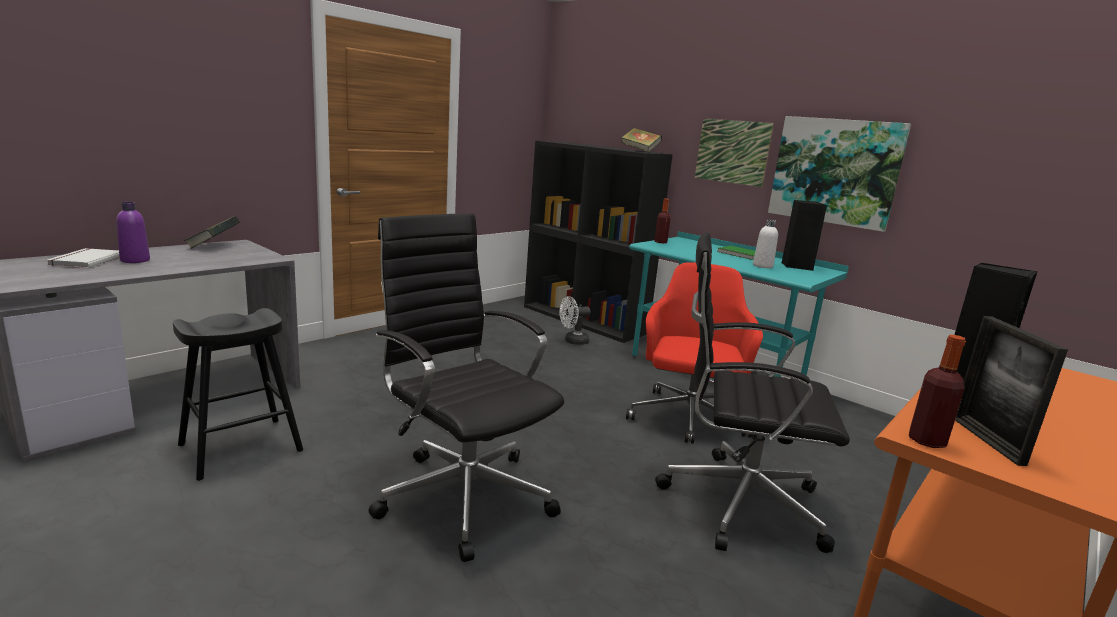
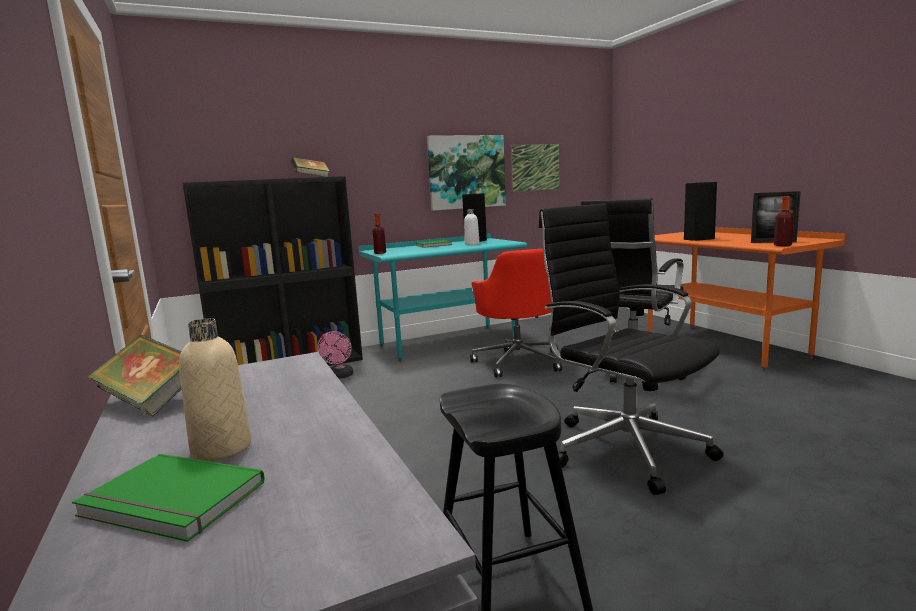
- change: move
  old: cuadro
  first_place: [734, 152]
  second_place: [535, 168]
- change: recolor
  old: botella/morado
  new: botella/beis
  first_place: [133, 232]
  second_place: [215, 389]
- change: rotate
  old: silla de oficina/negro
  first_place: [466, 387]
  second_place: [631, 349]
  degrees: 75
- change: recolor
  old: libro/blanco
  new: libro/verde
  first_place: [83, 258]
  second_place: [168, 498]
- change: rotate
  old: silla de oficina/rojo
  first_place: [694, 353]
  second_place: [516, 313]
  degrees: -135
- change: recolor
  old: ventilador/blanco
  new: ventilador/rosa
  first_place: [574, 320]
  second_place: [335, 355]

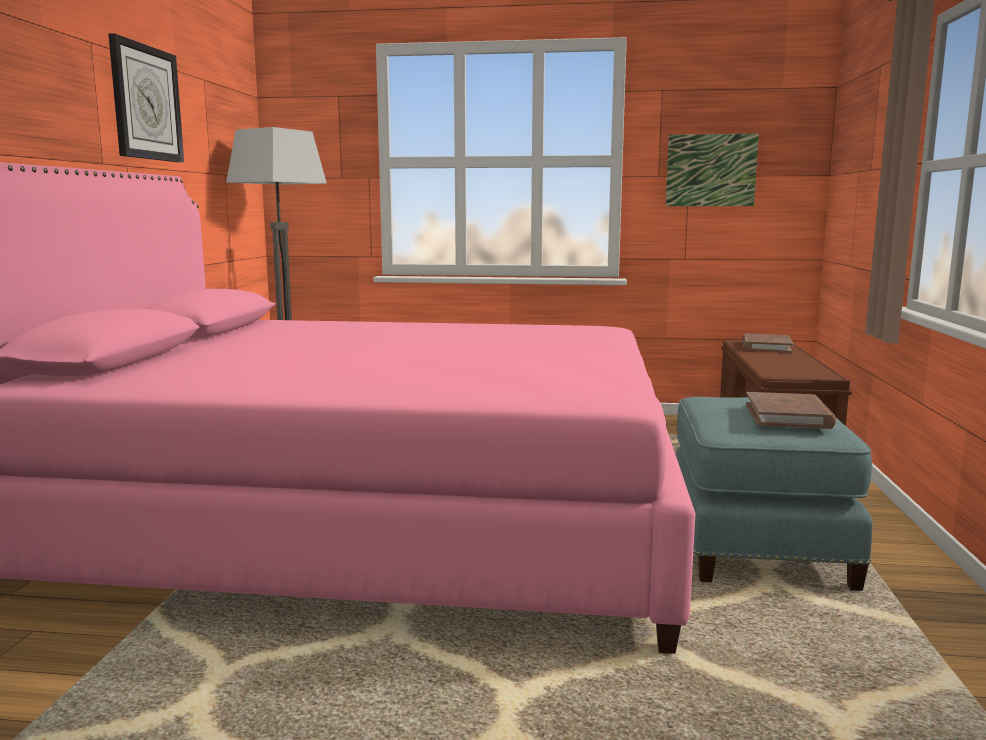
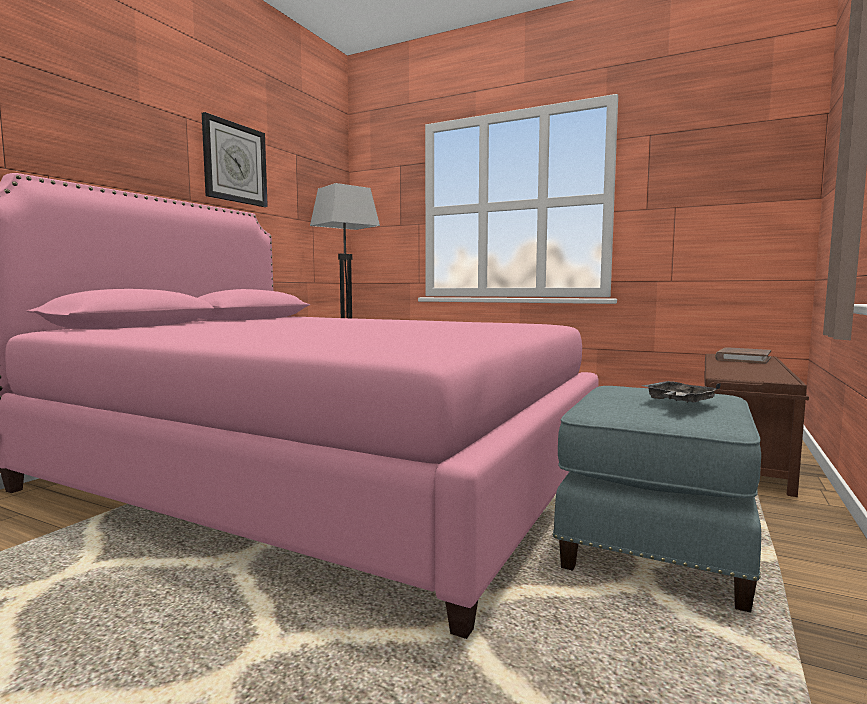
- change: delete
  old: cuadro
  first_place: [712, 170]
- change: replace
  old: libro/marrón
  new: bandeja/gris
  first_place: [791, 410]
  second_place: [681, 392]

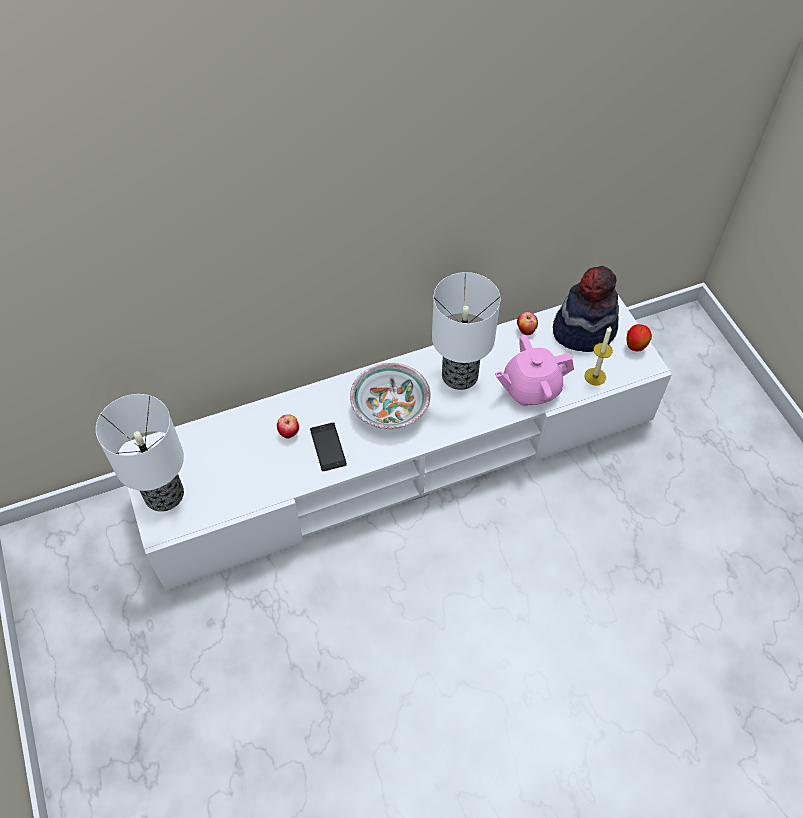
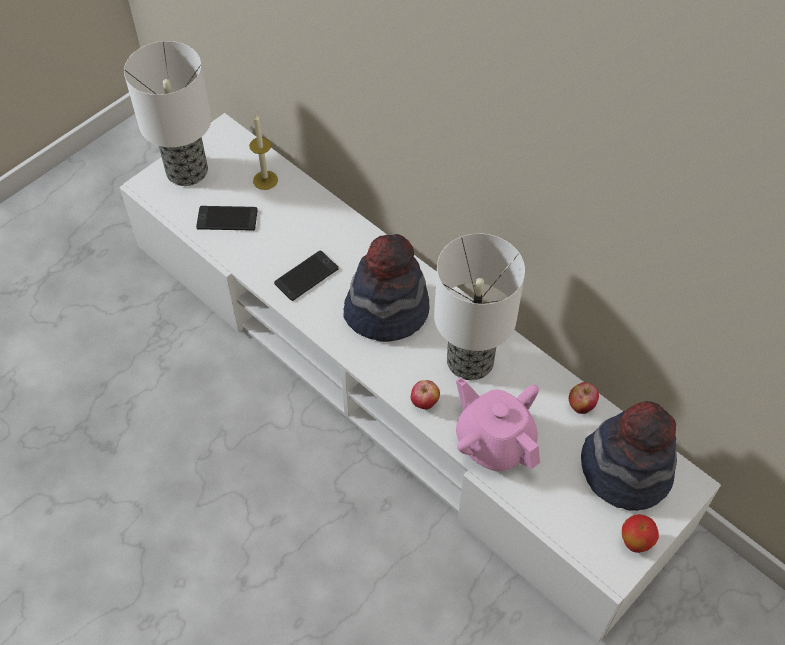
- change: move
  old: vela
  first_place: [598, 356]
  second_place: [263, 152]
- change: replace
  old: cuenco
  new: sombrero
  first_place: [390, 396]
  second_place: [386, 288]
- change: move
  old: manzana
  first_place: [288, 426]
  second_place: [425, 394]
- change: insert
  new: móvil
  second_place: [226, 218]

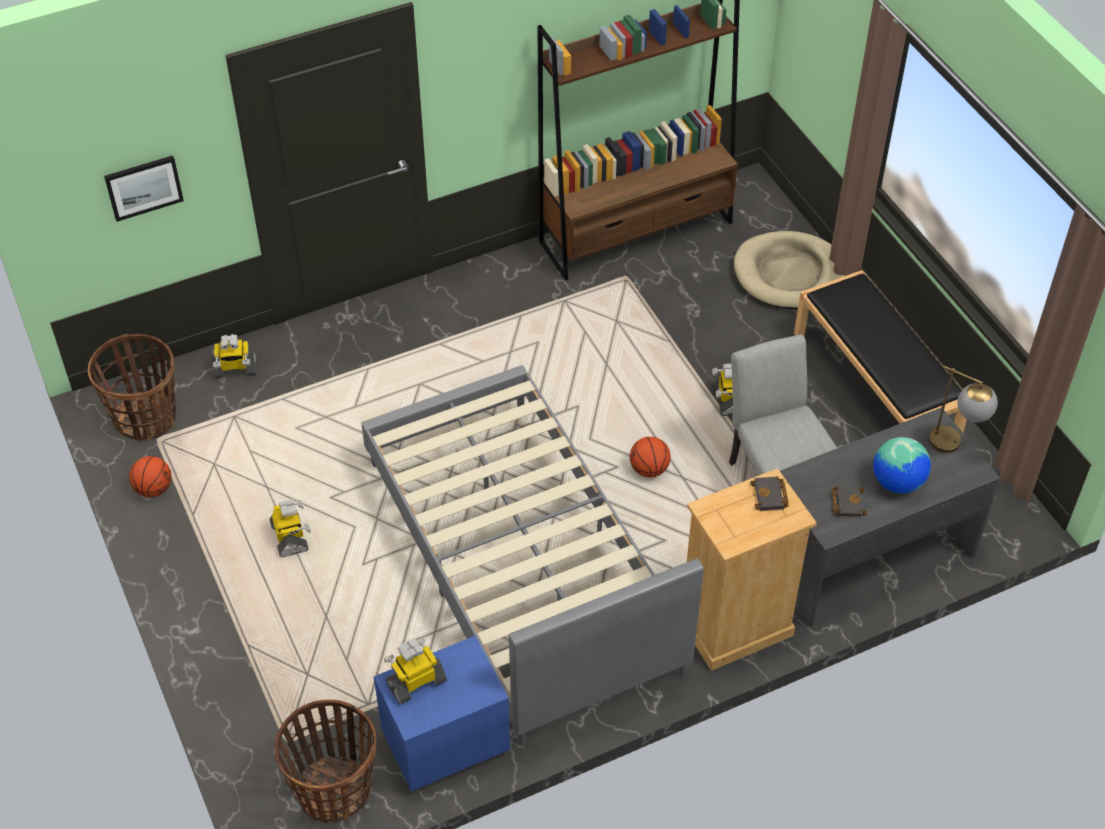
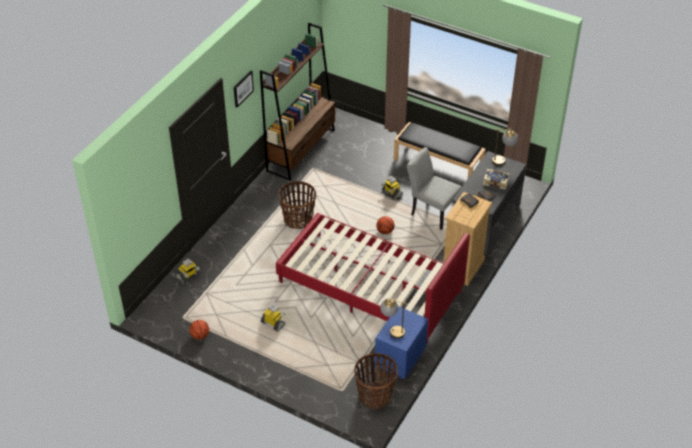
- change: move
  old: cuadro
  first_place: [144, 188]
  second_place: [244, 88]
- change: delete
  old: cama para perro/beis
  first_place: [789, 270]
- change: move
  old: cesta
  first_place: [132, 387]
  second_place: [297, 205]
- change: recolor
  old: cama/gris
  new: cama/rojo
  first_place: [532, 555]
  second_place: [373, 279]
- change: replace
  old: globo terráqueo
  new: libro
  first_place: [902, 465]
  second_place: [496, 179]
- change: replace
  old: robot de juguete
  new: lámpara de mesa
  first_place: [415, 671]
  second_place: [394, 318]

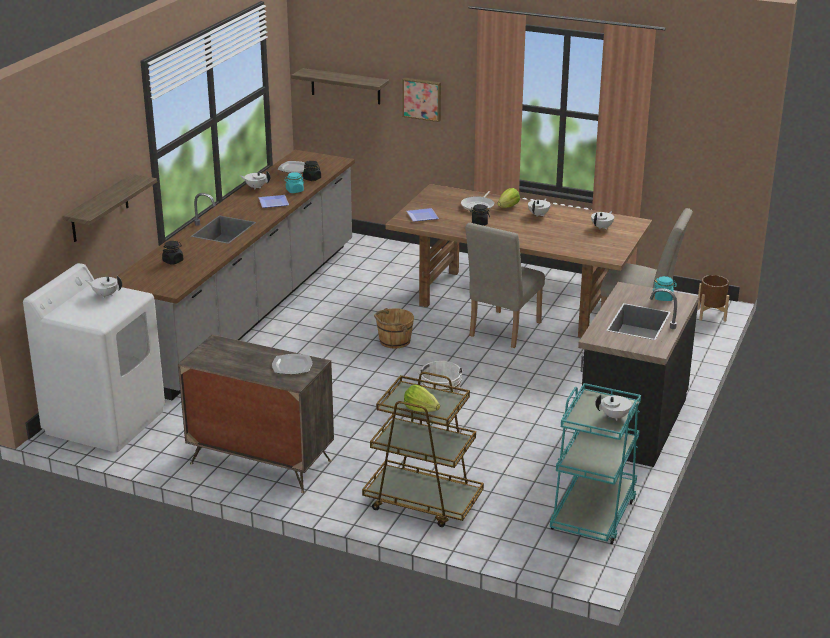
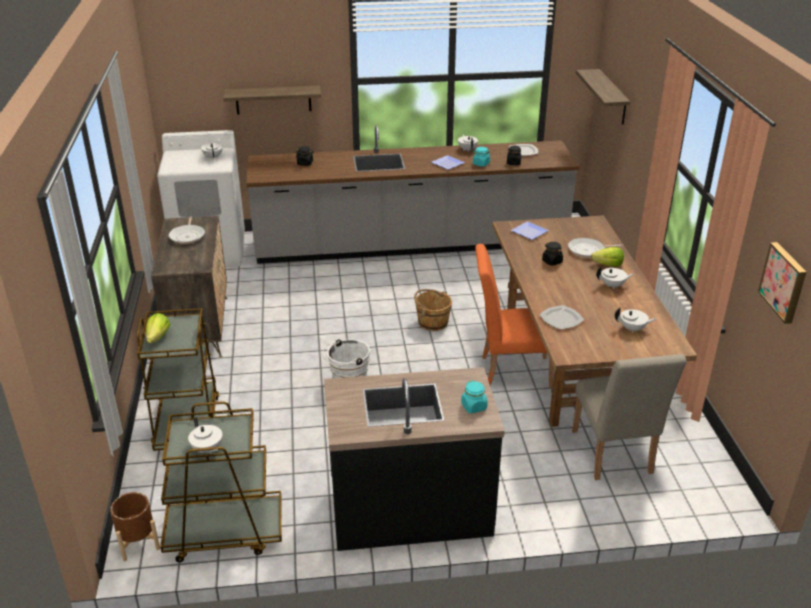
- change: move
  old: cuadro
  first_place: [421, 100]
  second_place: [782, 283]
- change: recolor
  old: silla/beis
  new: silla/naranja
  first_place: [505, 285]
  second_place: [514, 316]
- change: move
  old: maceta/marrón
  first_place: [713, 298]
  second_place: [135, 526]
- change: move
  old: plato
  first_place: [292, 364]
  second_place: [561, 317]
- change: recolor
  old: carrito/turquesa
  new: carrito/marrón
  first_place: [595, 463]
  second_place: [221, 481]
- change: insert
  new: sartén
  second_place: [187, 230]

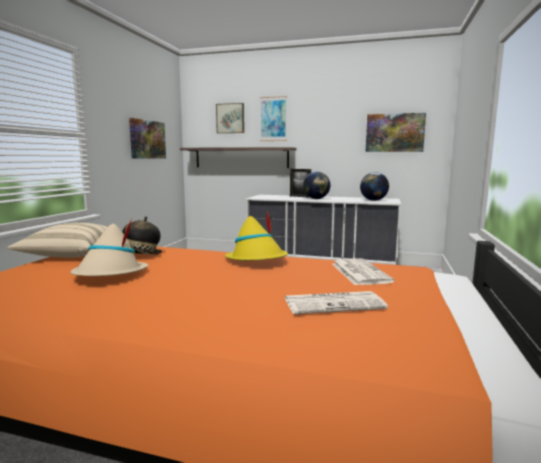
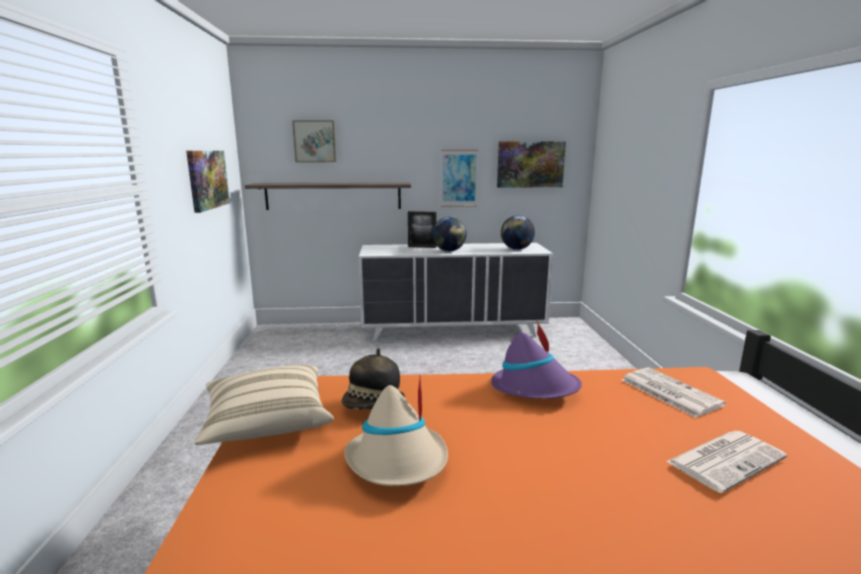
- change: move
  old: cuadro
  first_place: [273, 118]
  second_place: [459, 178]
- change: recolor
  old: sombrero/amarillo
  new: sombrero/morado
  first_place: [256, 235]
  second_place: [536, 360]

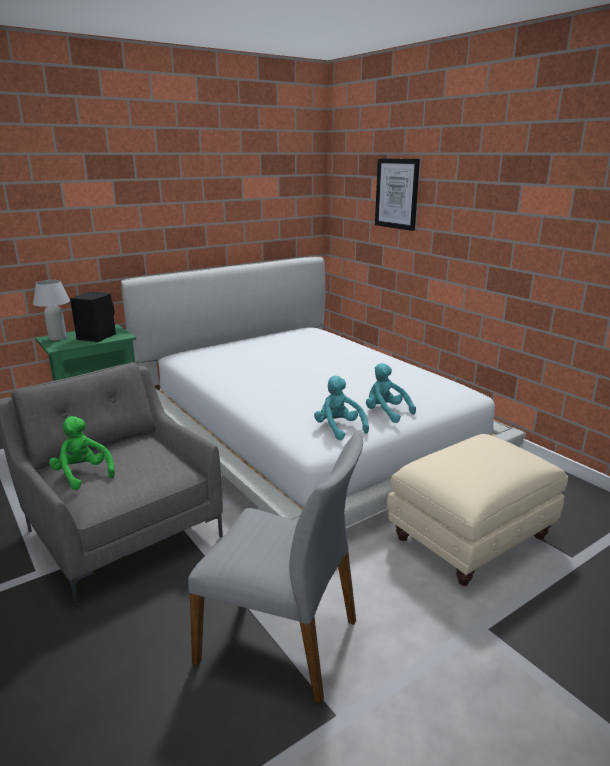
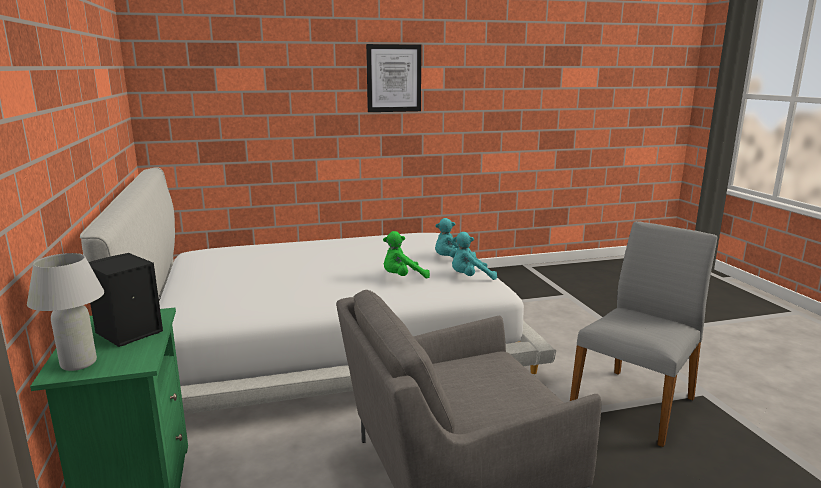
- change: move
  old: cuadro
  first_place: [397, 194]
  second_place: [393, 78]
- change: move
  old: peluche/verde
  first_place: [82, 453]
  second_place: [406, 255]
- change: delete
  old: puf/beis
  first_place: [477, 510]

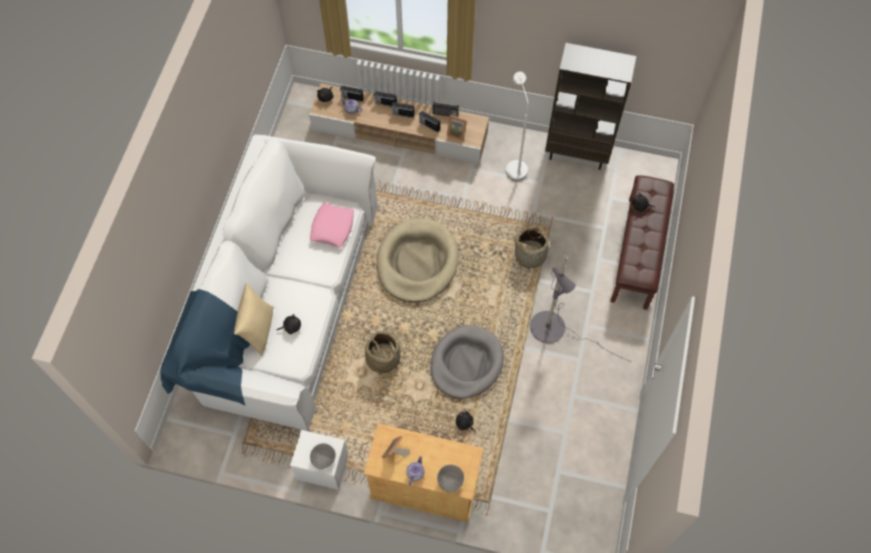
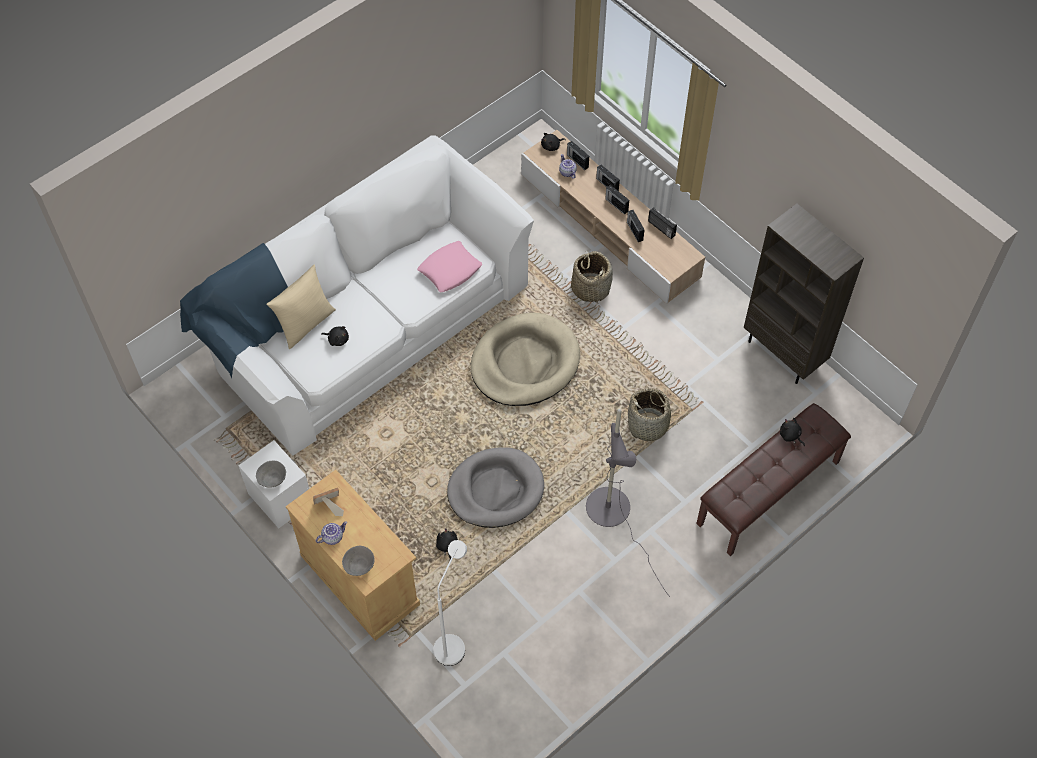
- change: move
  old: lámpara de pie/blanco
  first_place: [517, 126]
  second_place: [450, 603]
- change: delete
  old: portarretratos
  first_place: [457, 128]
- change: move
  old: cesta
  first_place: [382, 352]
  second_place: [592, 277]

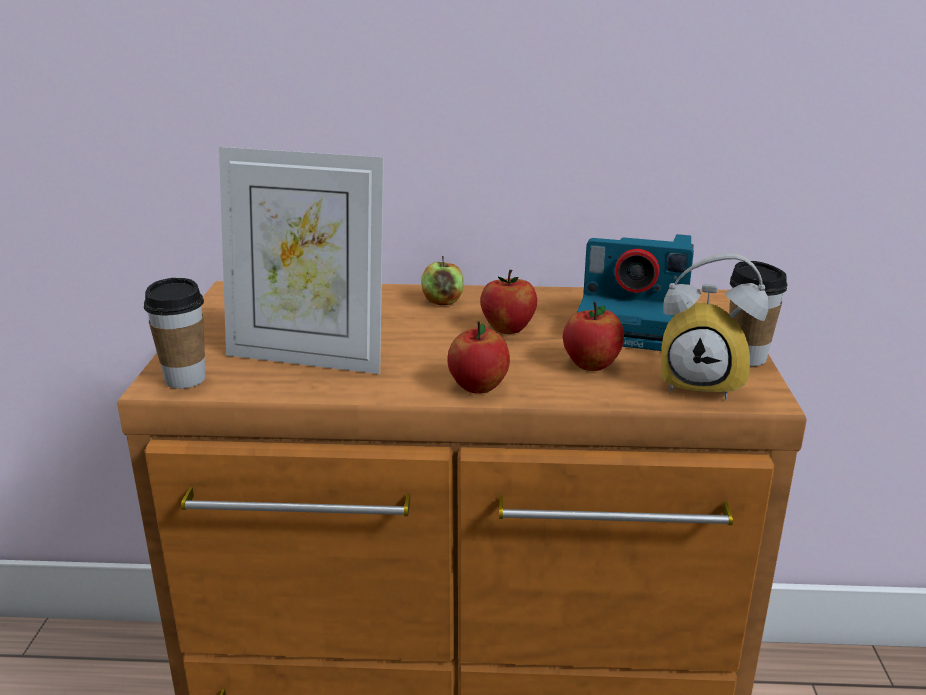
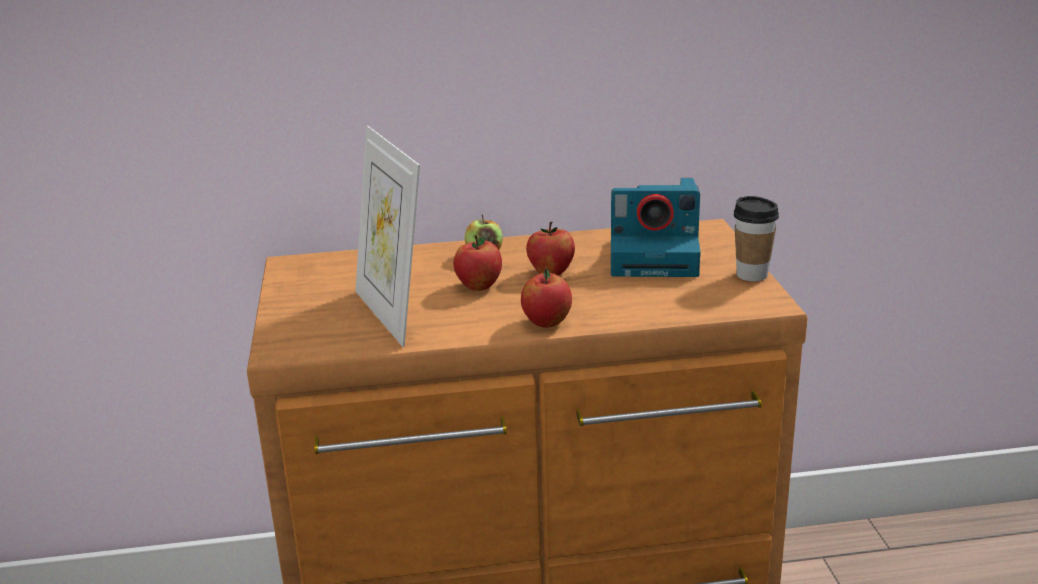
- change: rotate
  old: portarretratos
  first_place: [301, 260]
  second_place: [387, 236]
  degrees: 60
- change: delete
  old: despertador
  first_place: [715, 327]
- change: delete
  old: taza
  first_place: [175, 333]
- change: move
  old: manzana
  first_place: [593, 336]
  second_place: [477, 263]

